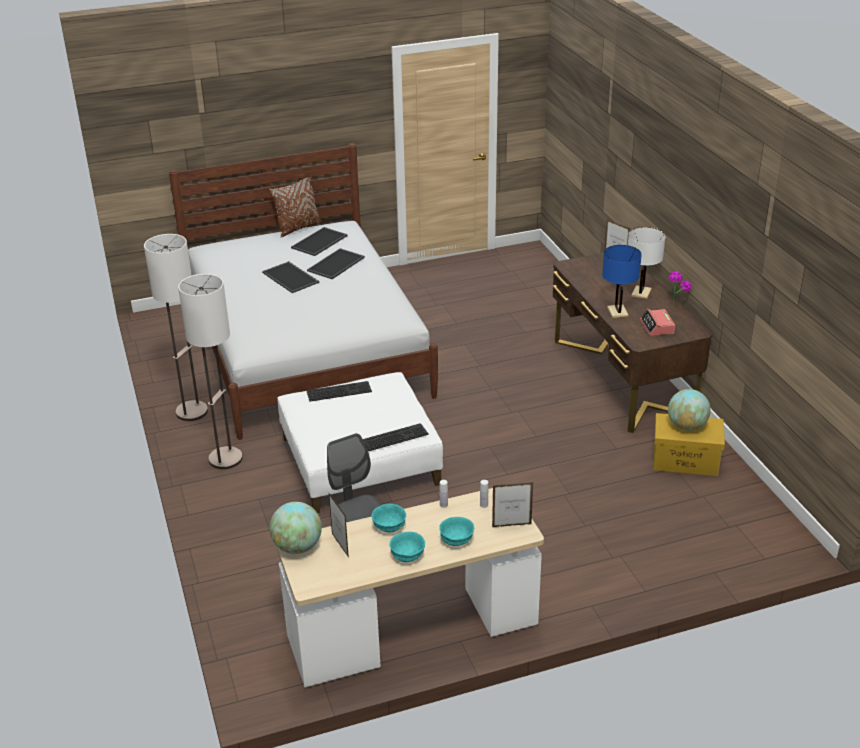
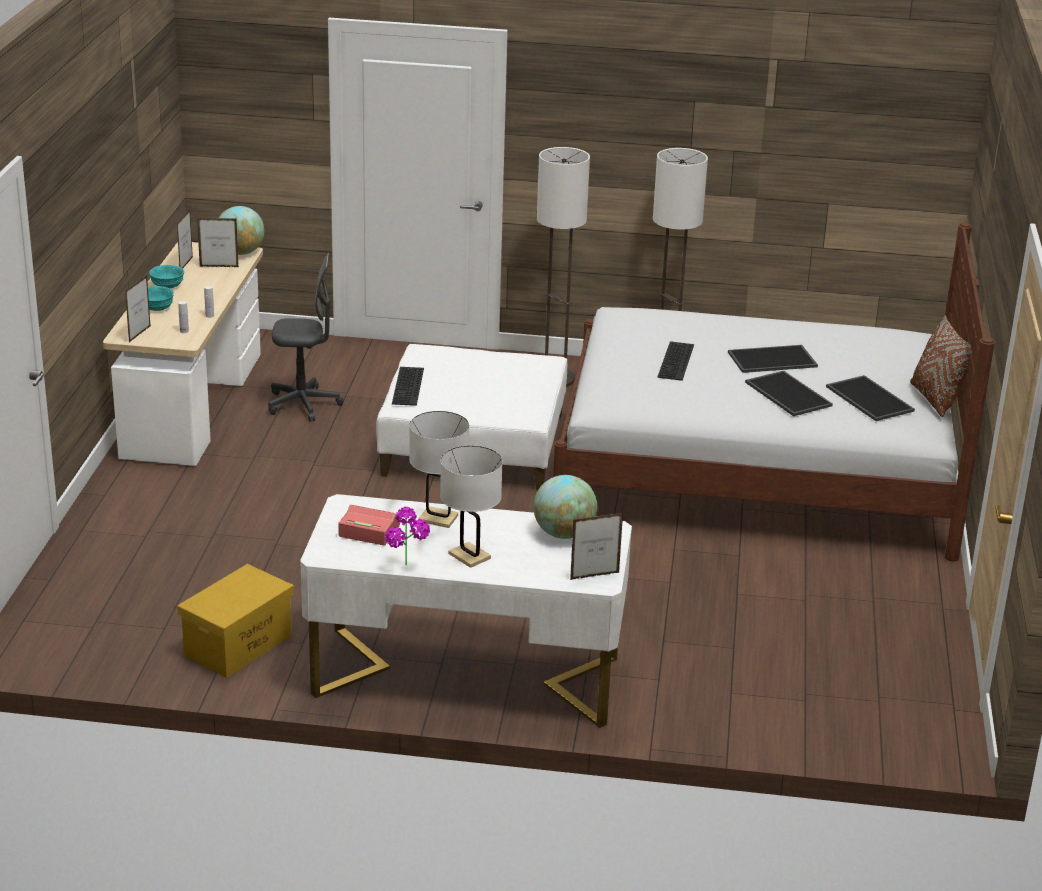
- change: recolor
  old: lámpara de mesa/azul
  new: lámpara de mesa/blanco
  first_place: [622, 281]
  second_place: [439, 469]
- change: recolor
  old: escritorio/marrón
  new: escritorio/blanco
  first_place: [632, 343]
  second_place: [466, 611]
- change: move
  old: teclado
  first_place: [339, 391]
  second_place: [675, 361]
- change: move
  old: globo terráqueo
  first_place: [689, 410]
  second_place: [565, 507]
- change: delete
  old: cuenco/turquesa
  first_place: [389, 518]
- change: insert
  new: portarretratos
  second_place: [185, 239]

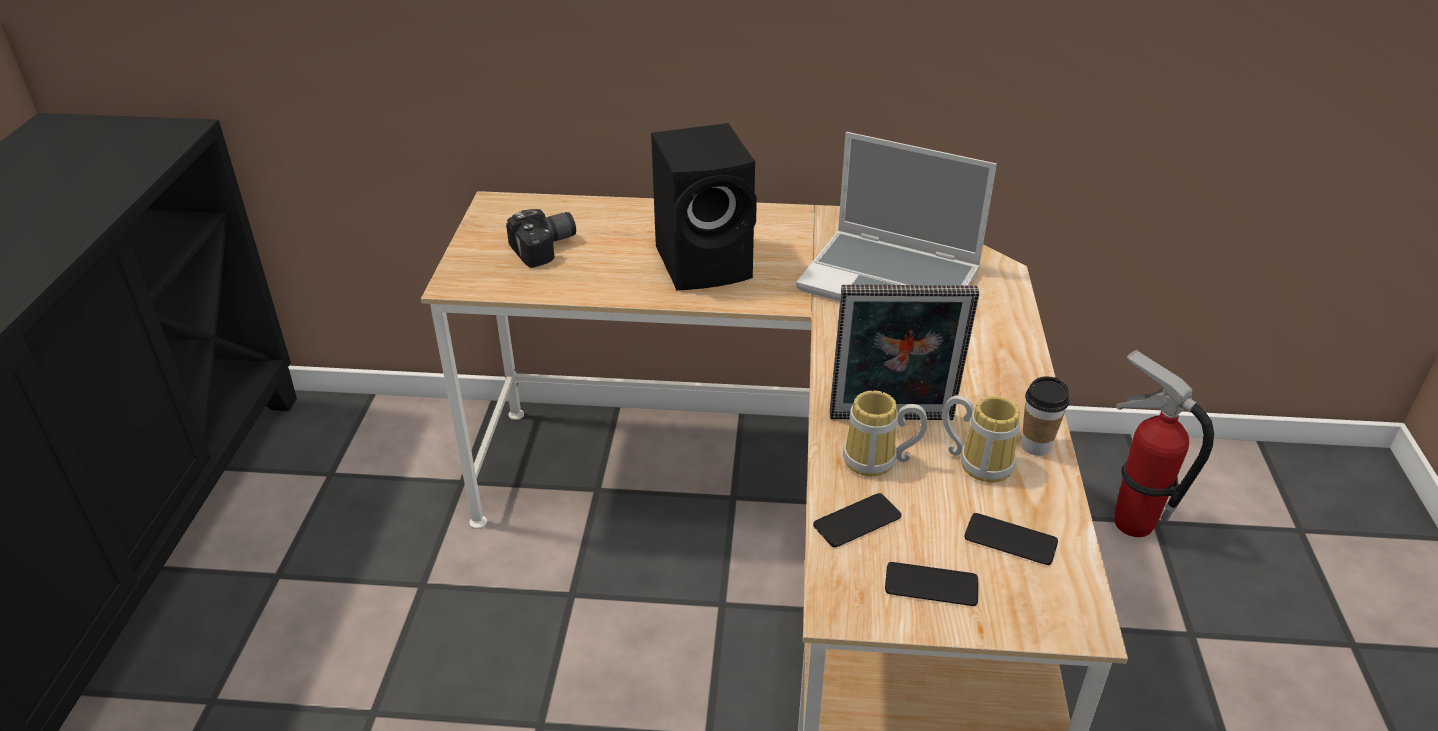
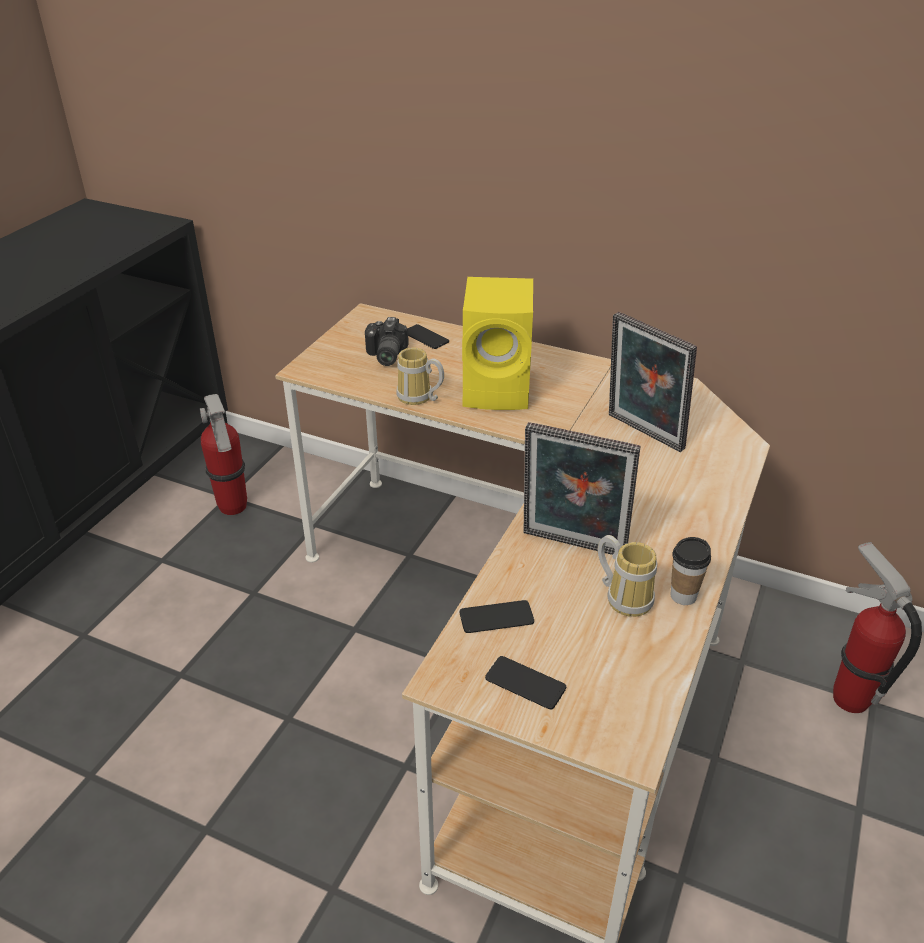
- change: recolor
  old: altavoz/negro
  new: altavoz/amarillo
  first_place: [704, 206]
  second_place: [497, 343]
- change: replace
  old: portátil
  new: portarretratos
  first_place: [896, 216]
  second_place: [653, 382]
- change: rotate
  old: cámara
  first_place: [541, 238]
  second_place: [387, 341]
  degrees: 105
- change: move
  old: taza grande
  first_place: [885, 434]
  second_place: [420, 376]
- change: move
  old: móvil
  first_place: [1011, 539]
  second_place: [428, 336]
- change: insert
  new: extintor
  second_place: [223, 454]

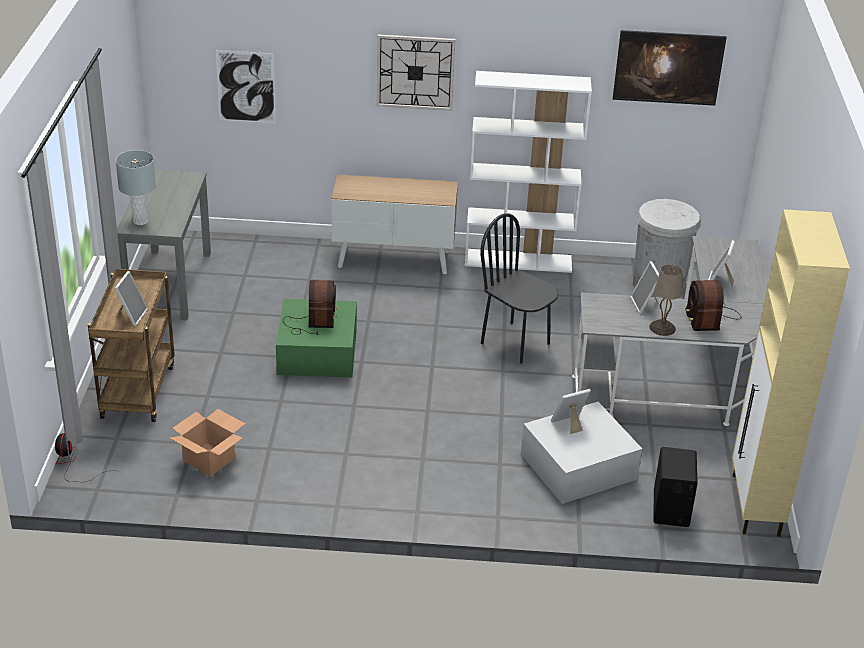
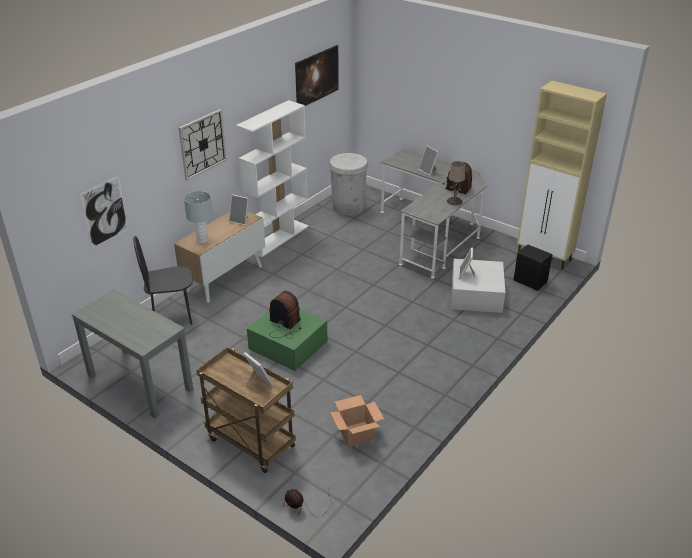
- change: move
  old: lámpara de mesa/gris
  first_place: [136, 187]
  second_place: [198, 217]
- change: move
  old: silla/negro
  first_place: [519, 288]
  second_place: [163, 280]
- change: move
  old: portarretratos
  first_place: [645, 287]
  second_place: [239, 210]

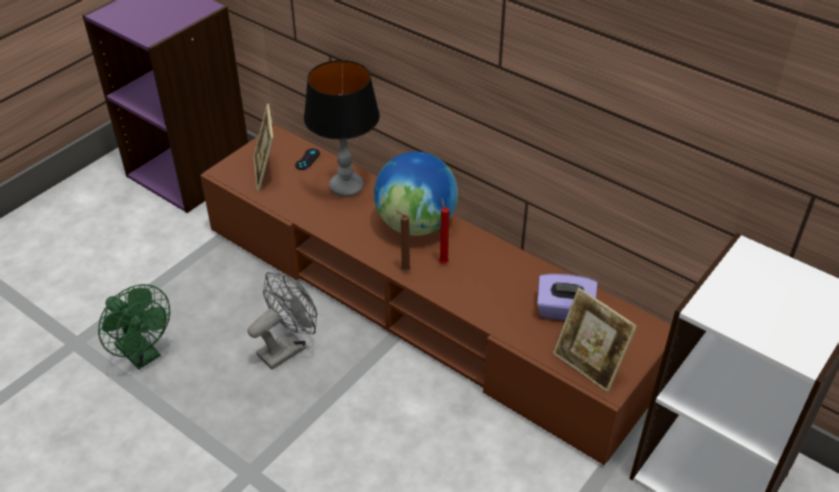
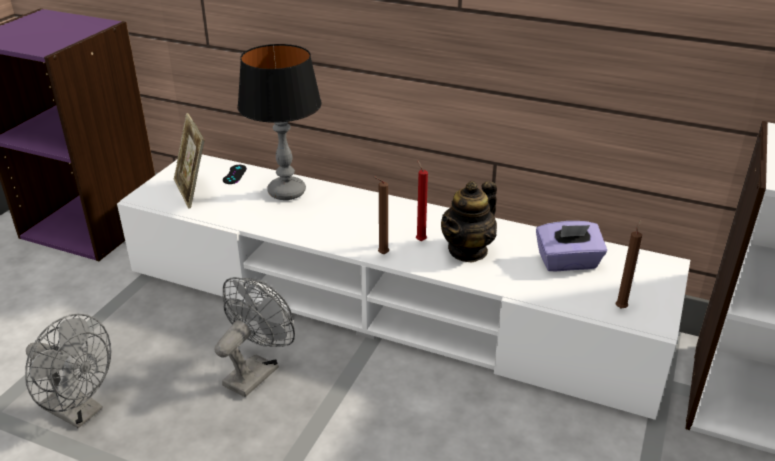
- change: recolor
  old: mueble de televisión/marrón
  new: mueble de televisión/blanco
  first_place: [435, 295]
  second_place: [403, 287]
- change: delete
  old: globo terráqueo
  first_place: [416, 194]
- change: recolor
  old: ventilador/verde
  new: ventilador/gris
  first_place: [134, 326]
  second_place: [68, 371]
- change: replace
  old: portarretratos
  new: vela/marrón
  first_place: [595, 340]
  second_place: [629, 264]
- change: insert
  new: tetera
  second_place: [469, 222]

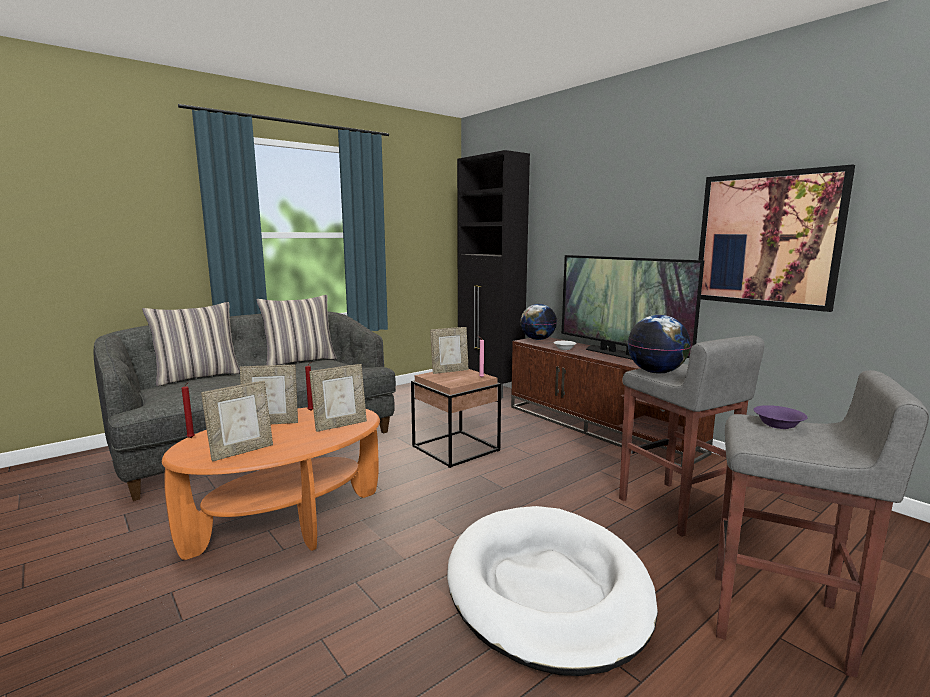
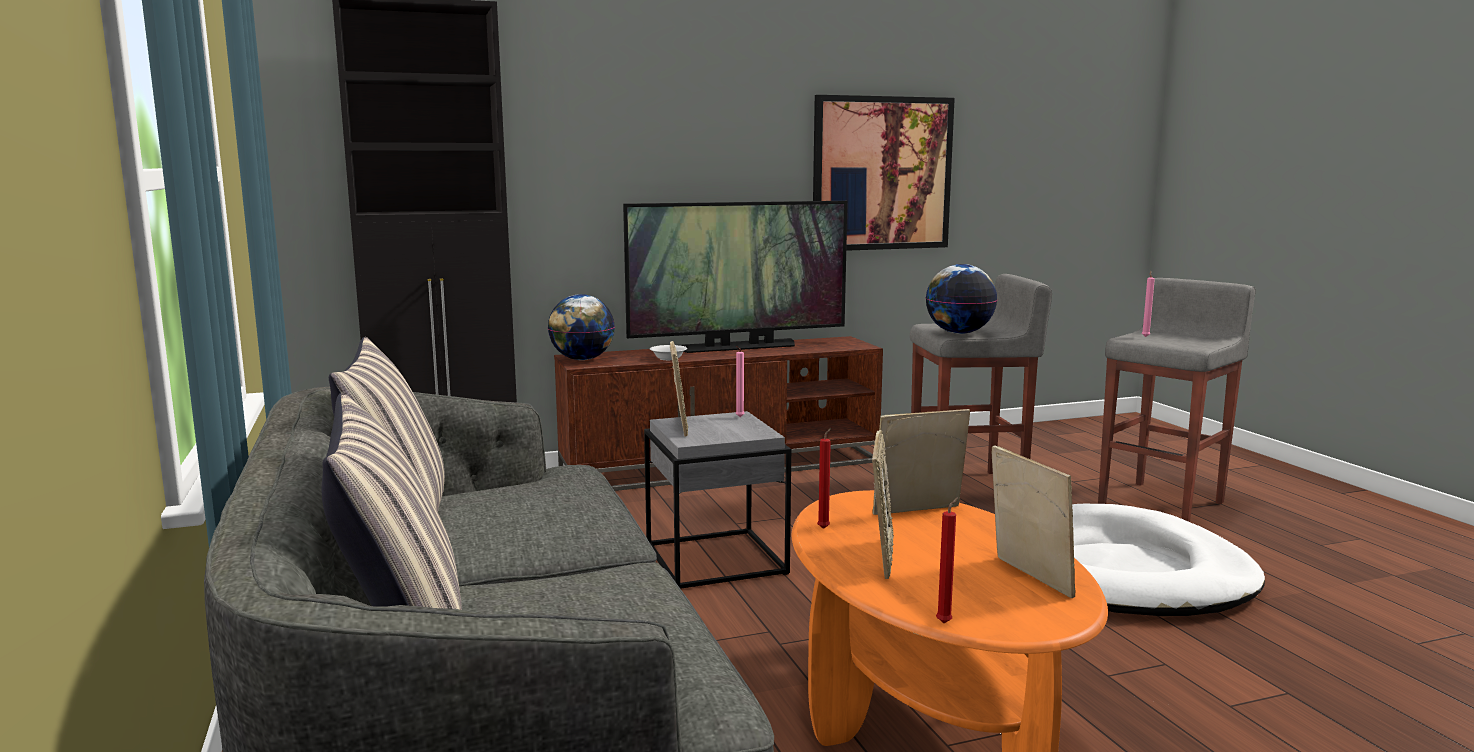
- change: rotate
  old: portarretratos
  first_place: [338, 398]
  second_place: [921, 462]
  degrees: -90
- change: recolor
  old: mesa auxiliar/marrón
  new: mesa auxiliar/gris
  first_place: [456, 418]
  second_place: [717, 500]
- change: replace
  old: cuenco/morado
  new: vela/rosa
  first_place: [780, 417]
  second_place: [1148, 304]

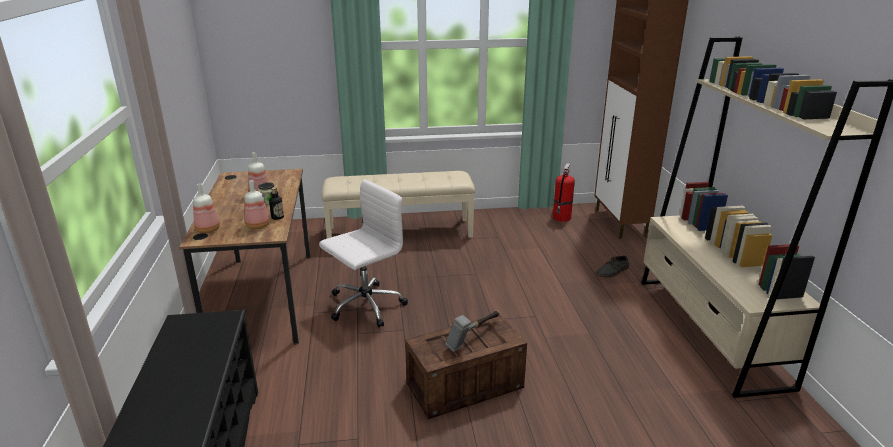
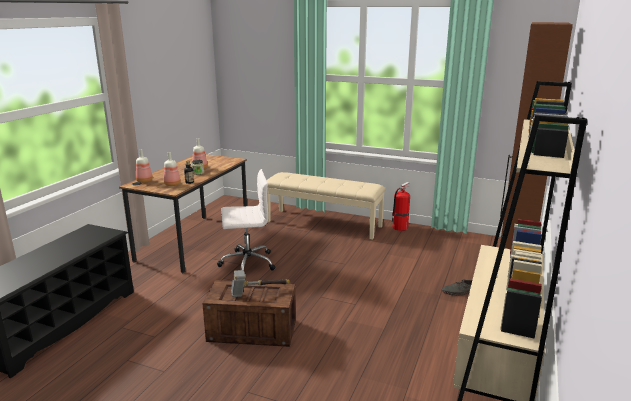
- change: move
  old: extintor
  first_place: [564, 192]
  second_place: [400, 206]

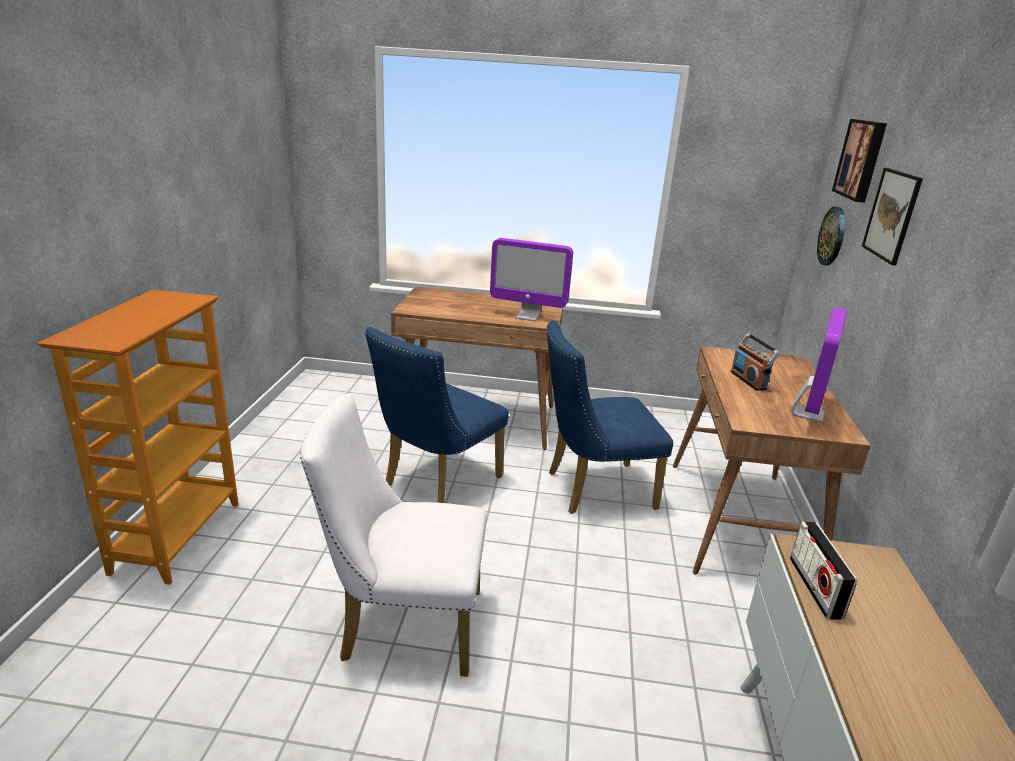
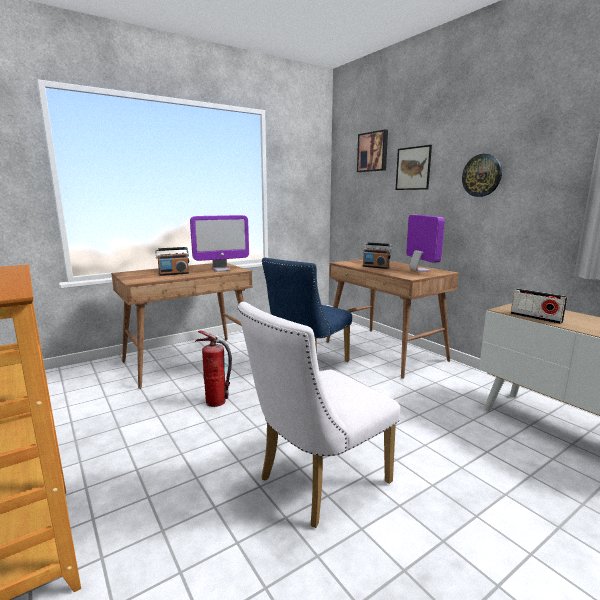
- change: move
  old: reloj de pared
  first_place: [831, 236]
  second_place: [482, 175]
- change: replace
  old: silla/azul
  new: extintor
  first_place: [437, 415]
  second_place: [213, 369]
- change: insert
  new: radio
  second_place: [172, 261]

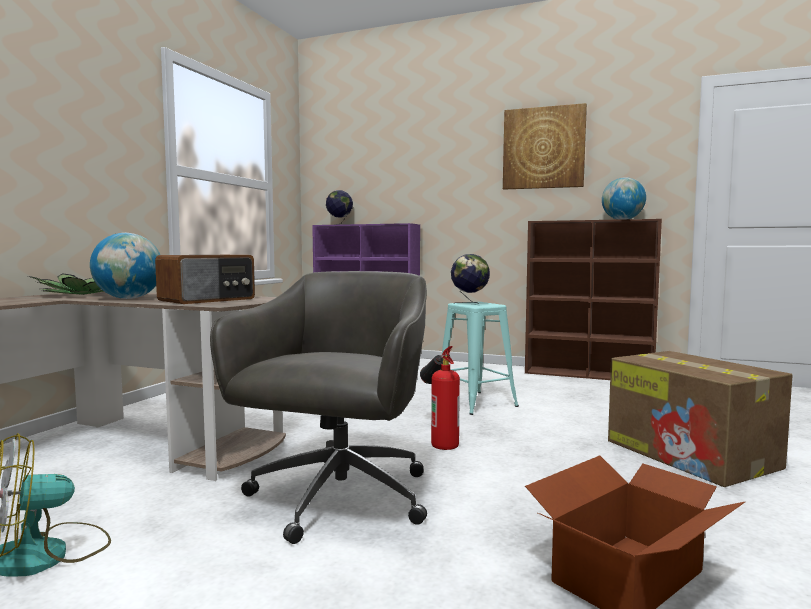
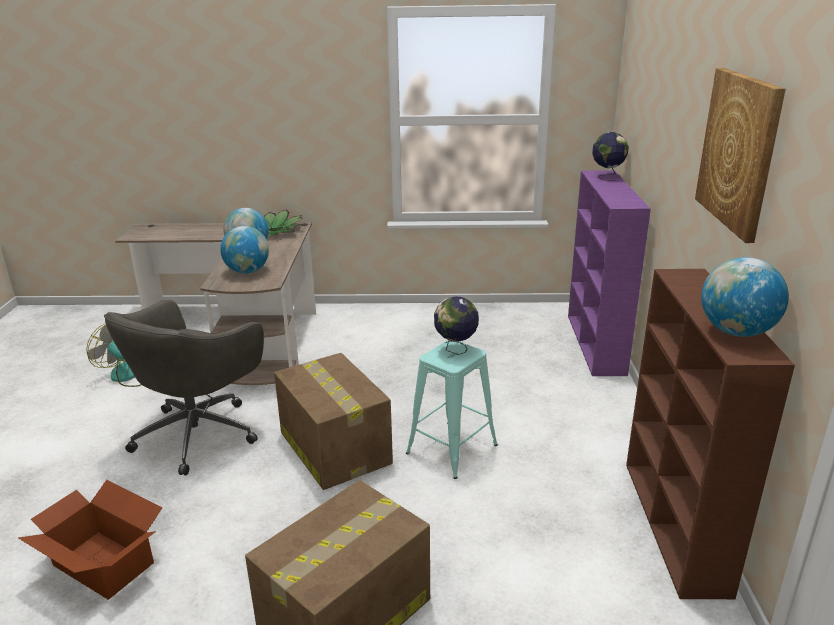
- change: replace
  old: radio
  new: globo terráqueo
  first_place: [205, 279]
  second_place: [244, 250]
- change: rotate
  old: silla de oficina/gris
  first_place: [318, 407]
  second_place: [184, 387]
  degrees: 120
- change: replace
  old: extintor
  new: caja de cartón
  first_place: [440, 398]
  second_place: [333, 421]

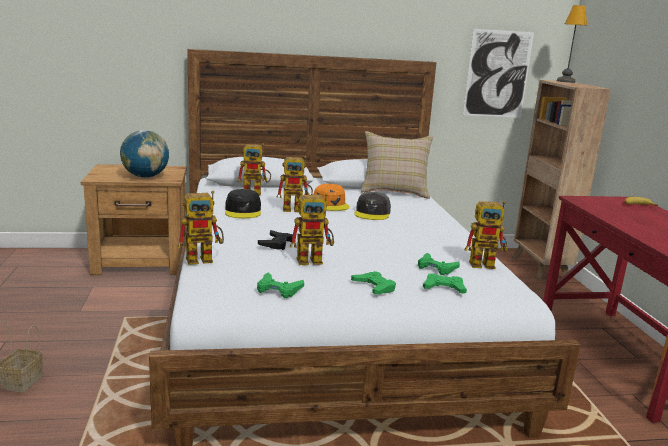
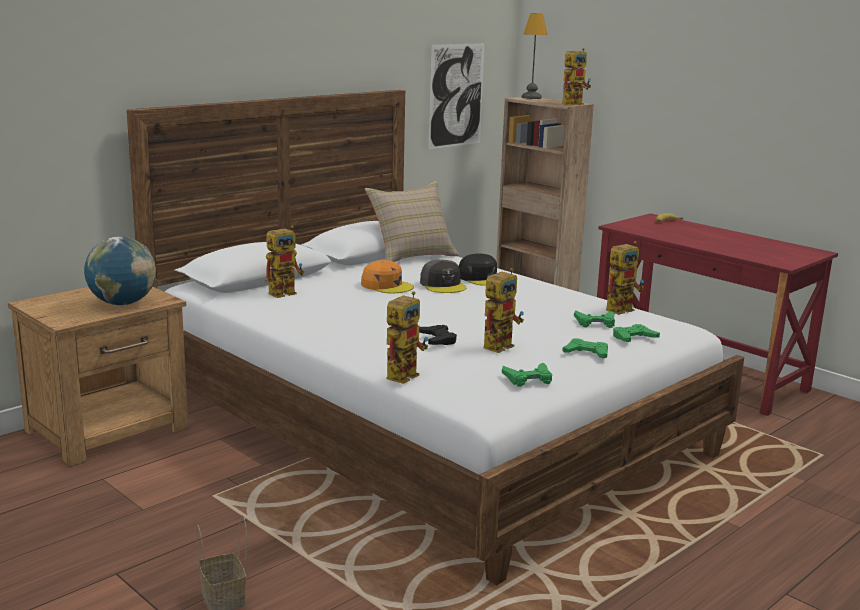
- change: move
  old: robot de juguete
  first_place: [294, 184]
  second_place: [576, 76]
- change: move
  old: gorra/negro
  first_place: [243, 203]
  second_place: [478, 269]

